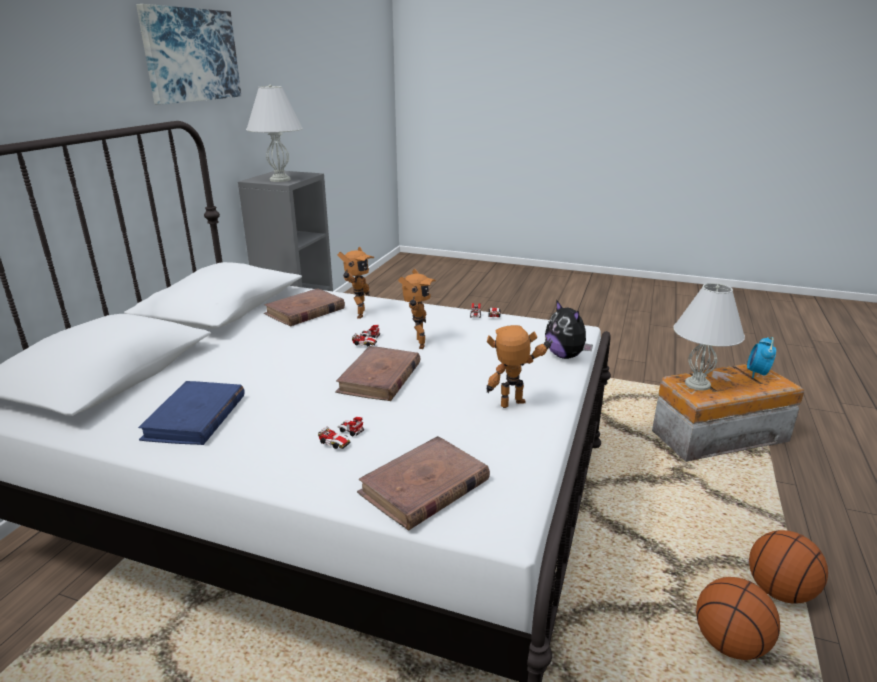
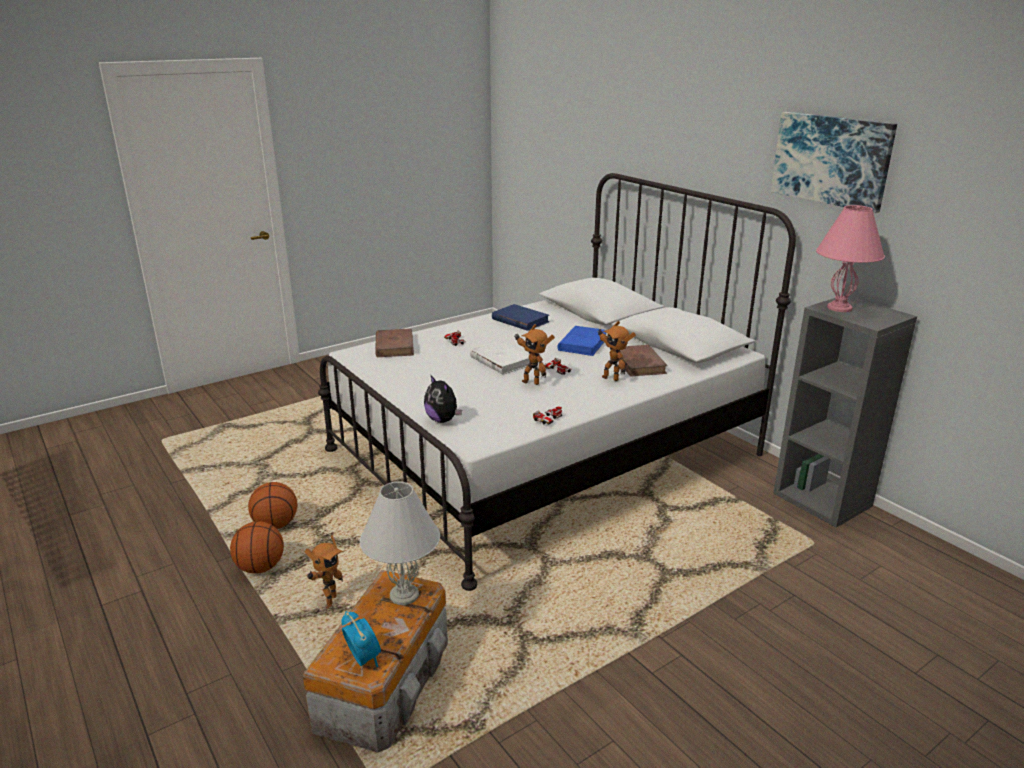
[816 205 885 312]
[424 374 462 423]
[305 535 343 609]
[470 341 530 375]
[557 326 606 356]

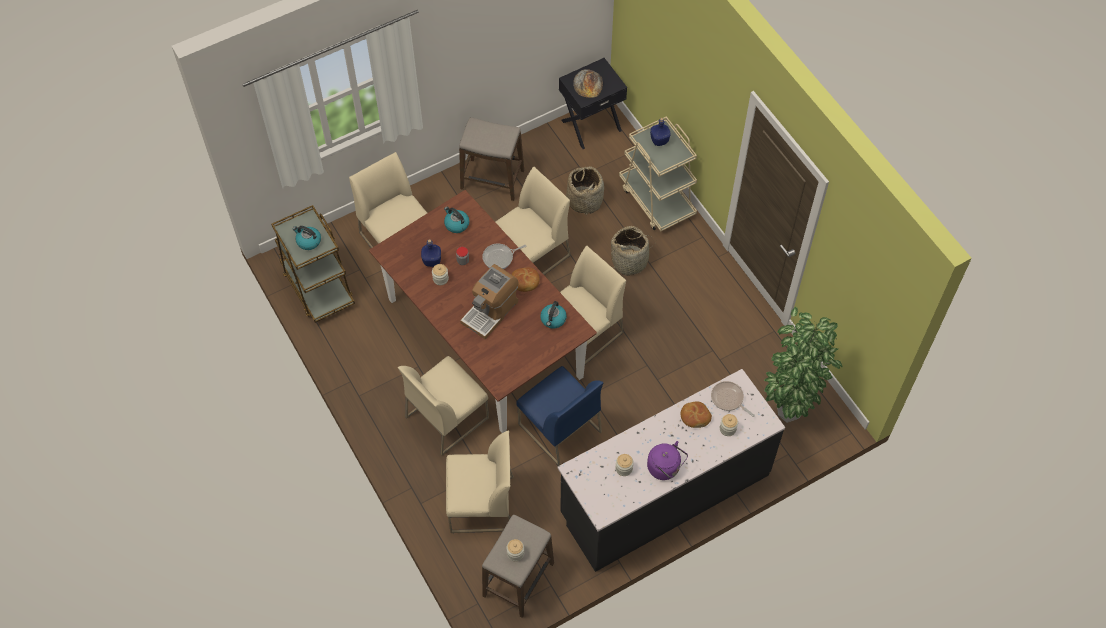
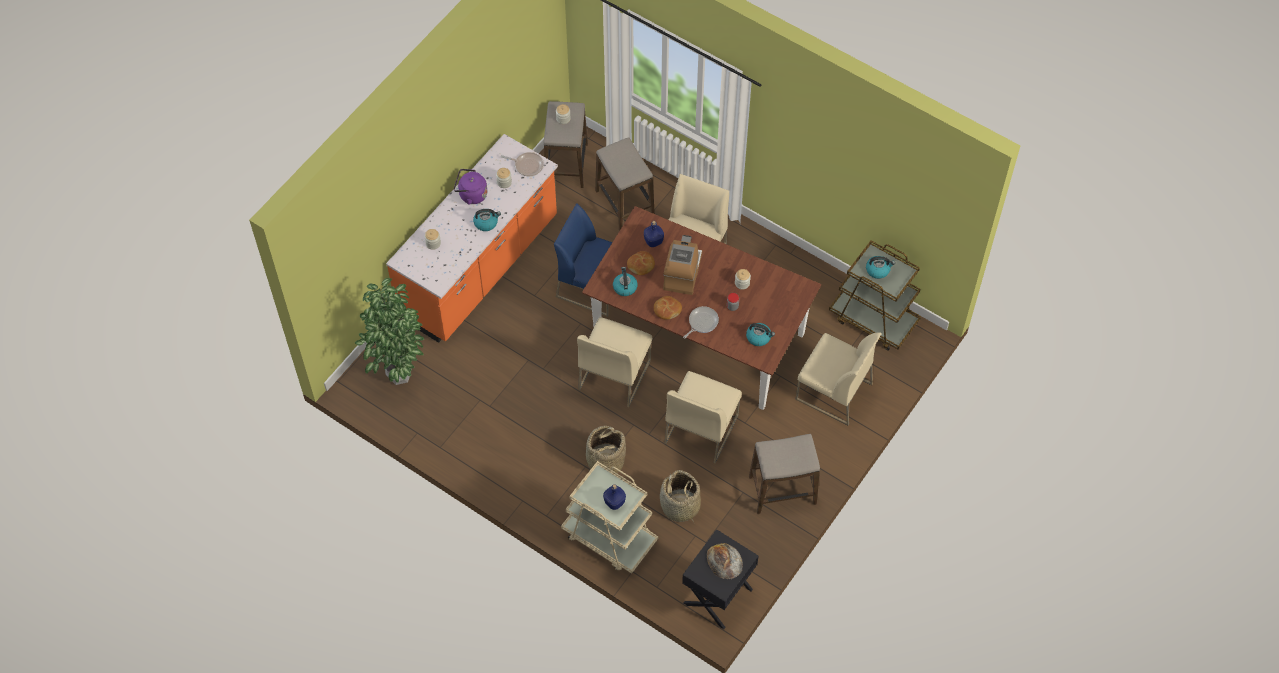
[644 221 664 247]
[386 134 558 343]
[501 152 544 176]
[627 251 655 275]
[595 137 655 230]
[473 209 501 231]

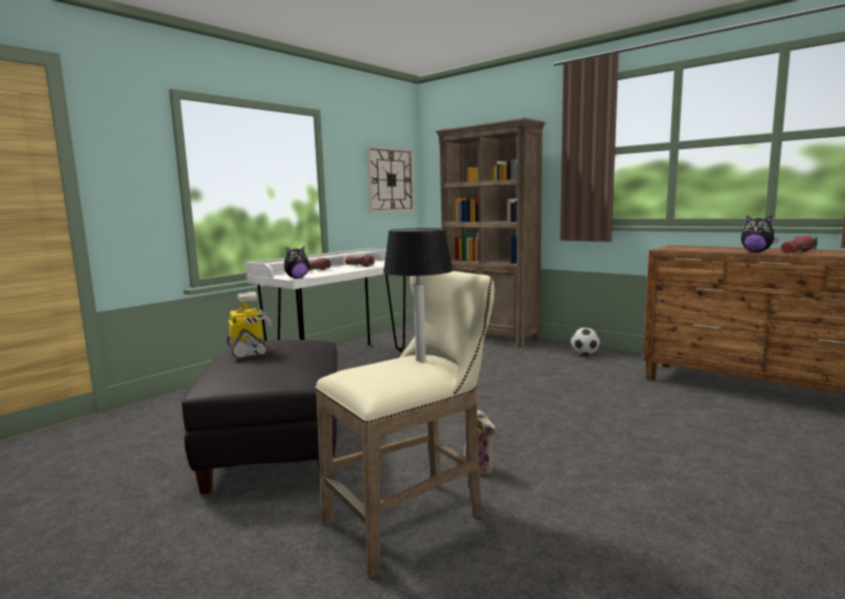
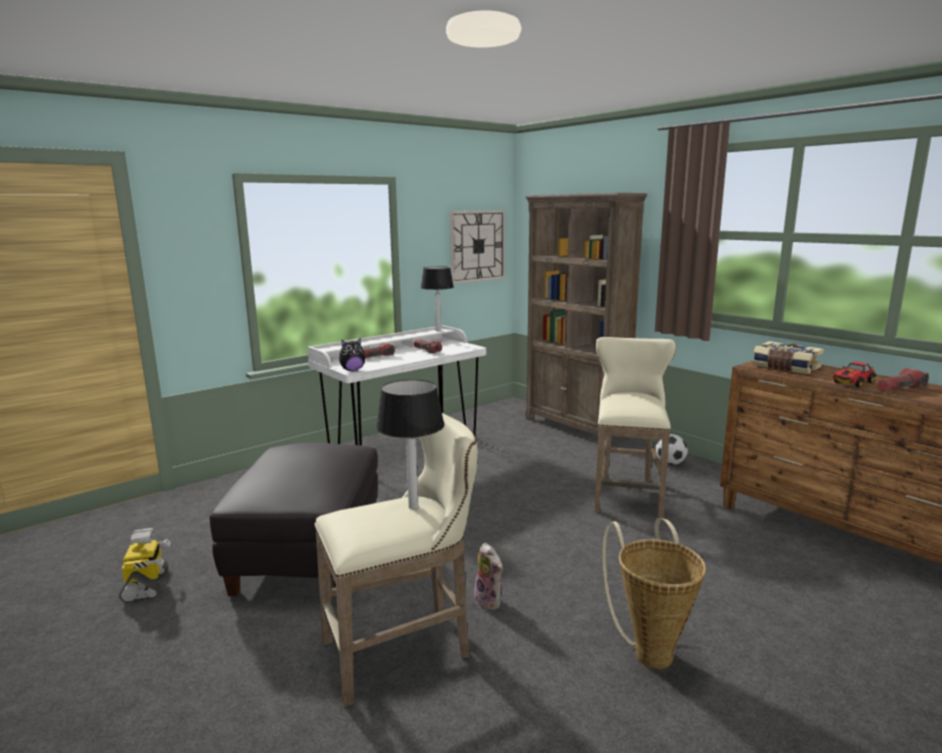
[833 362 877 388]
[119 528 171 603]
[421 266 454 331]
[595 337 676 518]
[753 341 824 374]
[602 518 706 669]

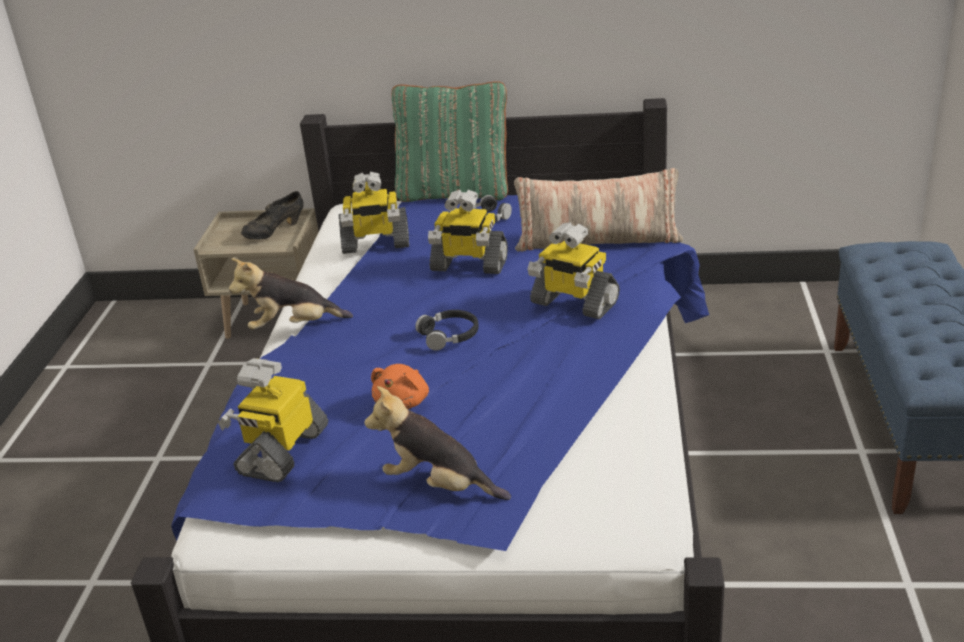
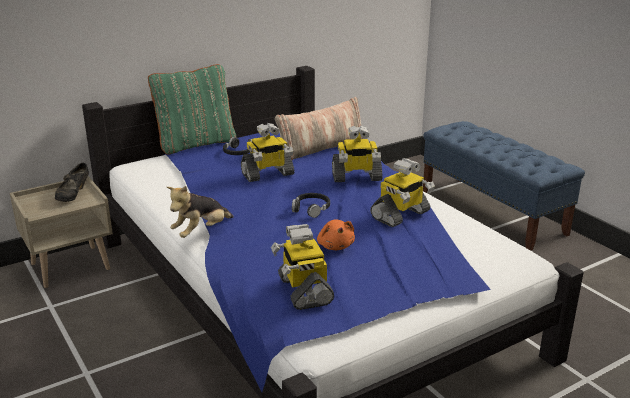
[370 158 435 227]
[364 386 511 500] (first image)

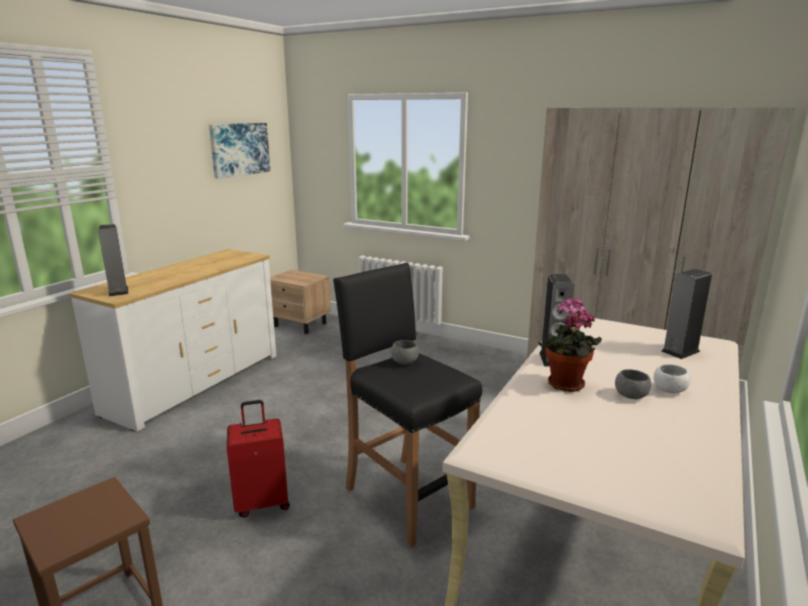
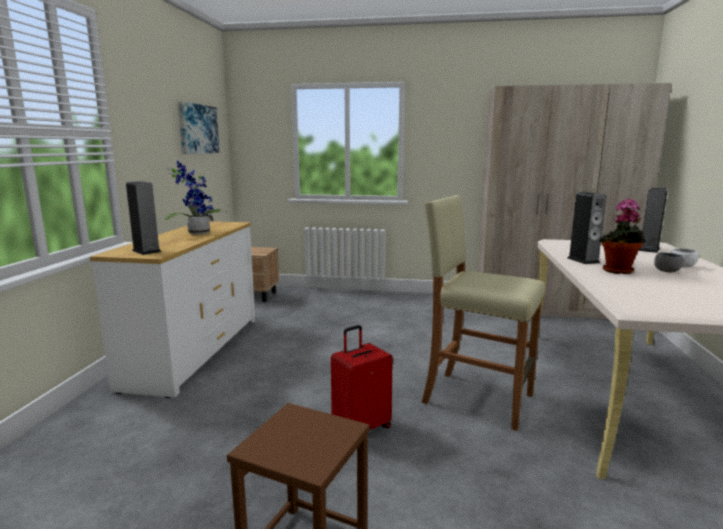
[421 195 545 431]
[391 340 419 364] (first image)
[165 161 226 235]

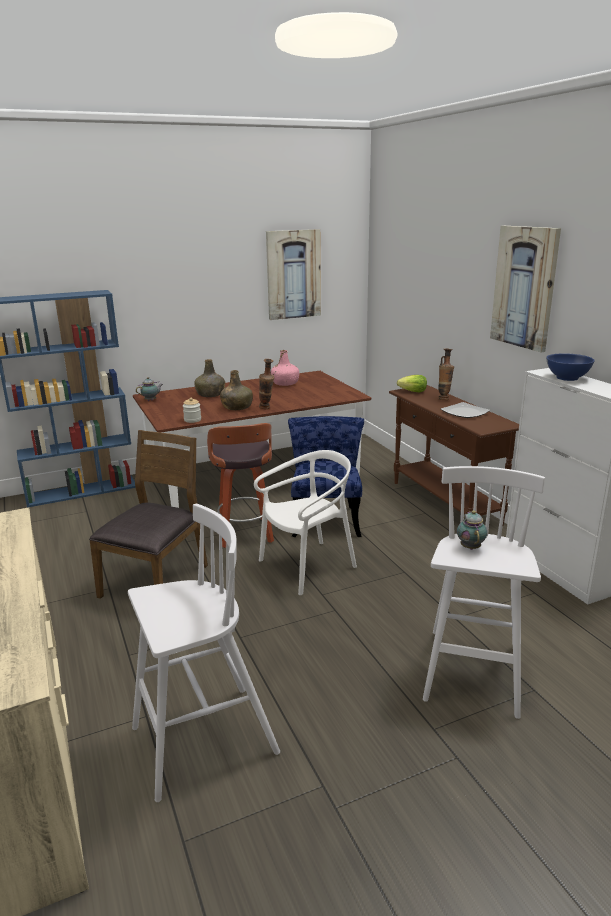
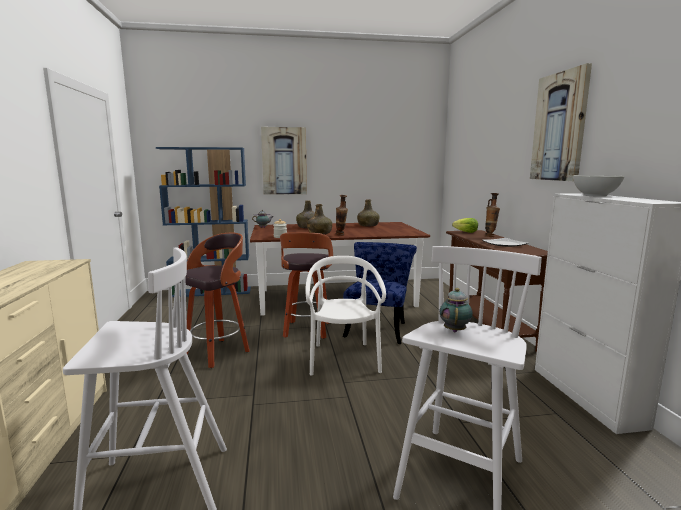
[261 127 307 195]
[357 199 379 226]
[573 175 625 197]
[180 233 250 368]
[306 256 386 376]

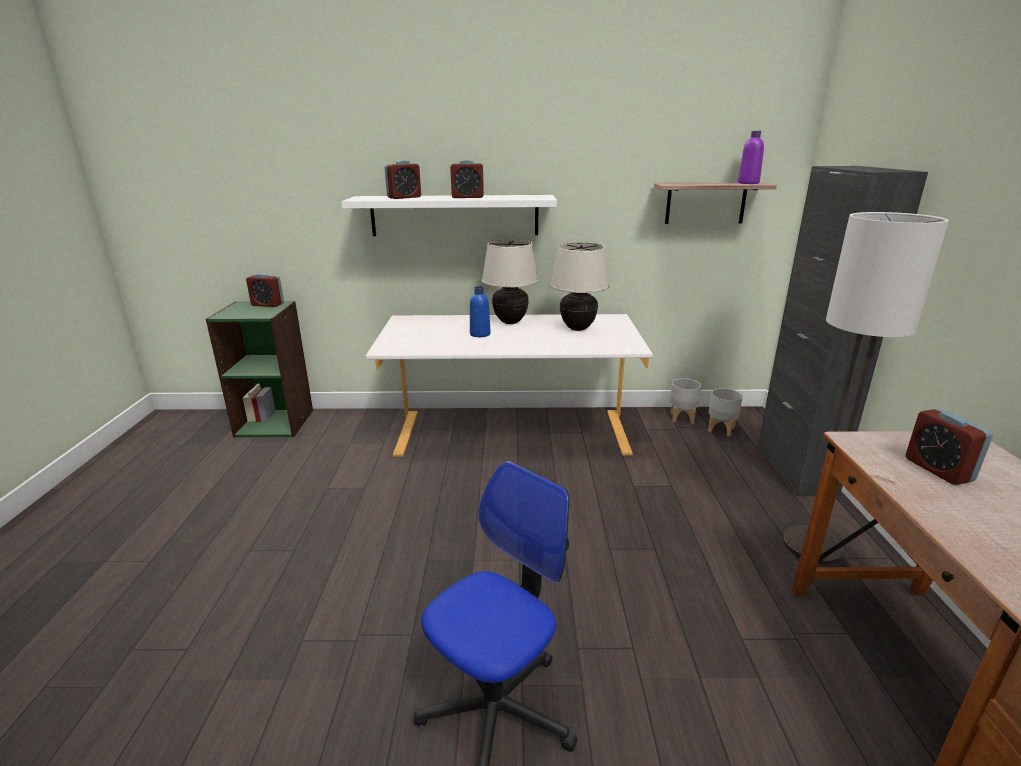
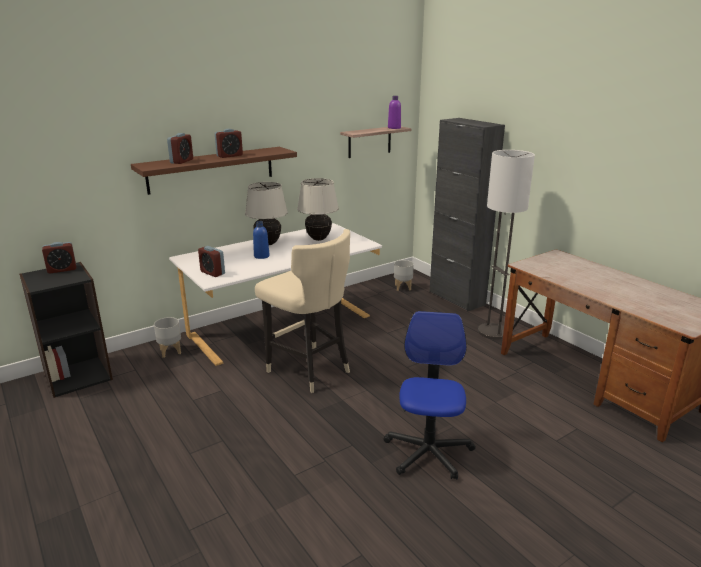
[131 147 297 195]
[19 262 113 398]
[154 317 181 358]
[198 246 225 277]
[255 229 350 393]

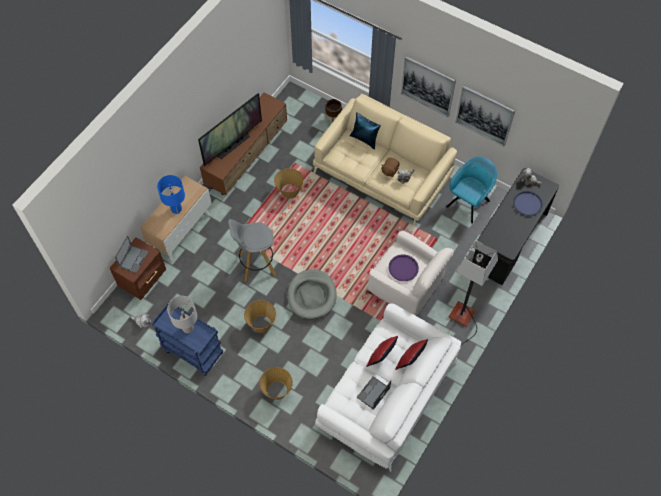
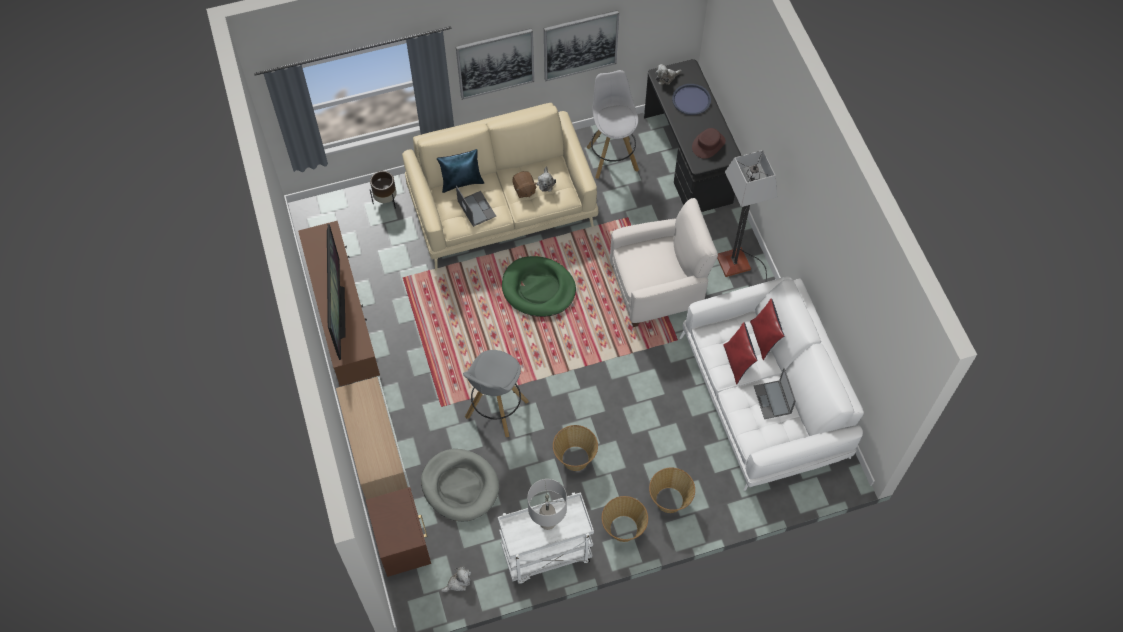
[587 70 639 179]
[602 496 648 542]
[157 175 185 214] (first image)
[456 186 496 227]
[388 254 419 281] (first image)
[421 449 499 521]
[498 492 594 584]
[692 128 726 159]
[502 256 576 317]

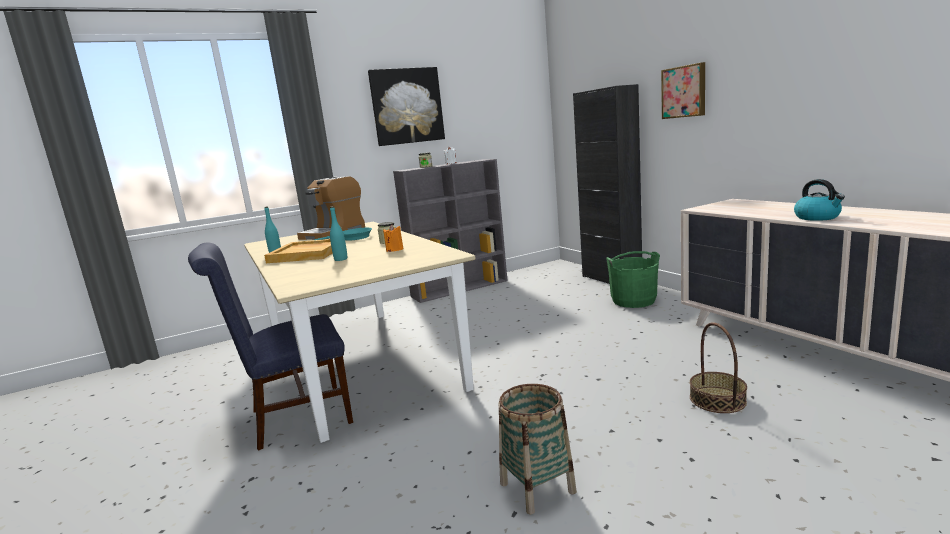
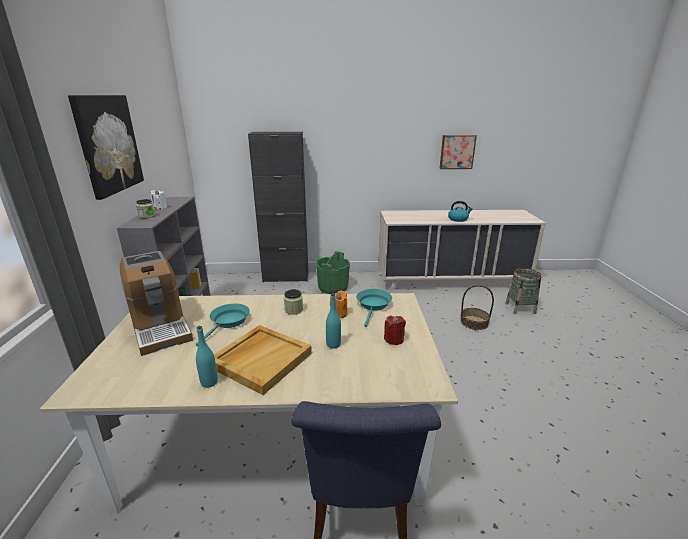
[439 135 477 169]
[505 268 541 314]
[356 289 392 327]
[384 316 406 345]

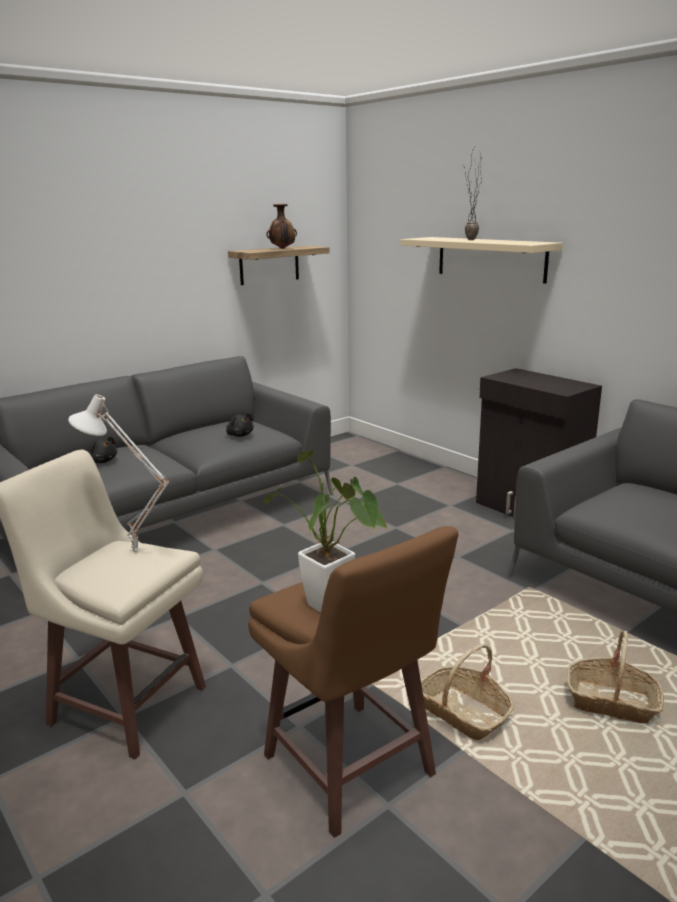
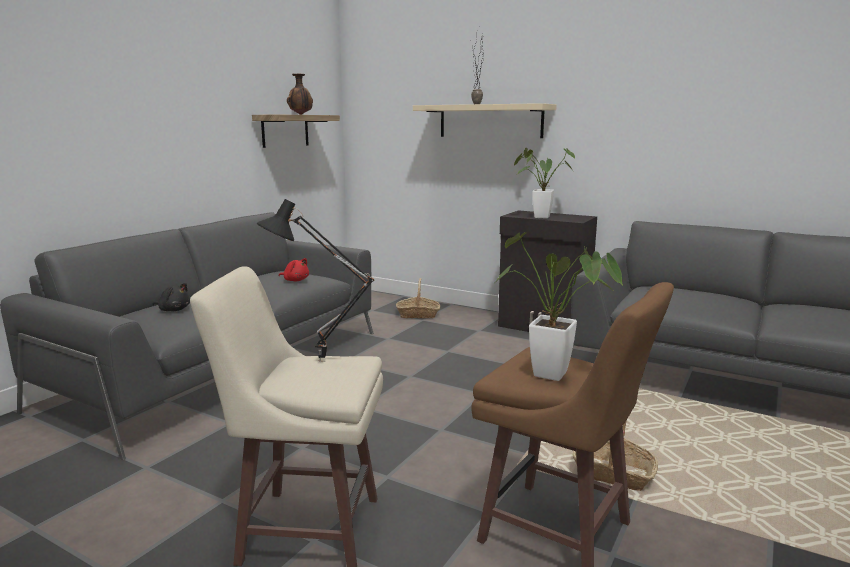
[257 199 374 362]
[279 258 309 281]
[396 278 440 318]
[513 148 575 219]

